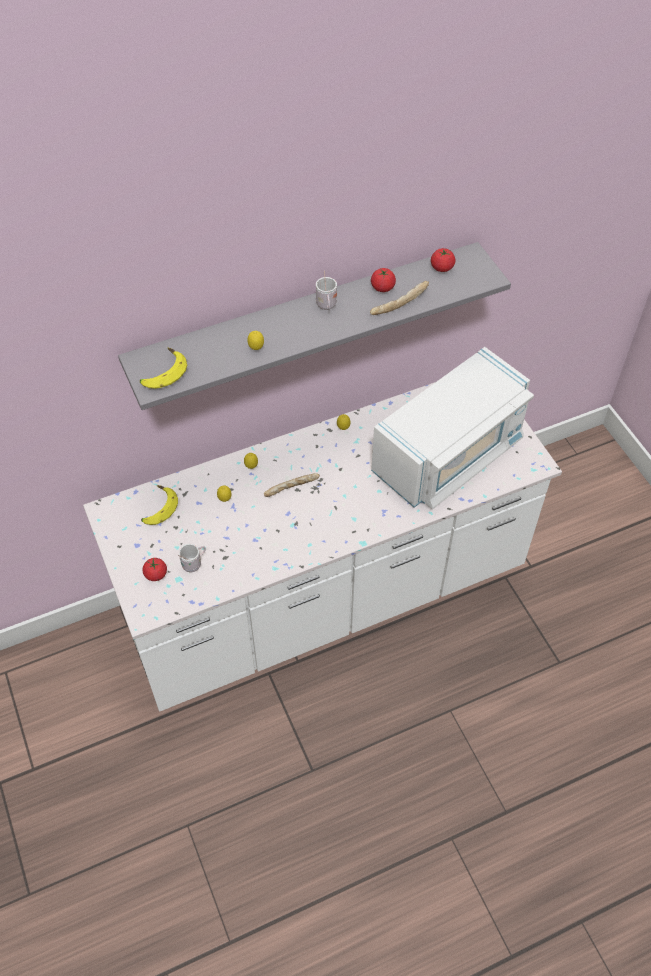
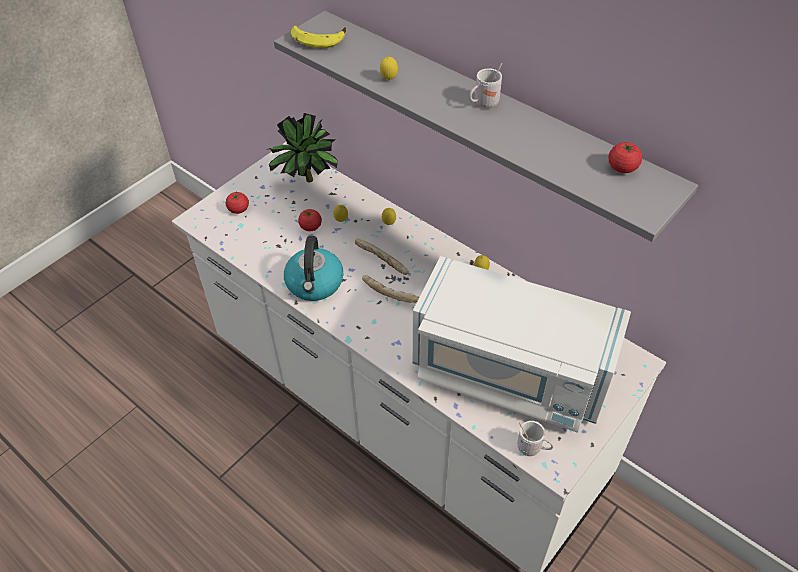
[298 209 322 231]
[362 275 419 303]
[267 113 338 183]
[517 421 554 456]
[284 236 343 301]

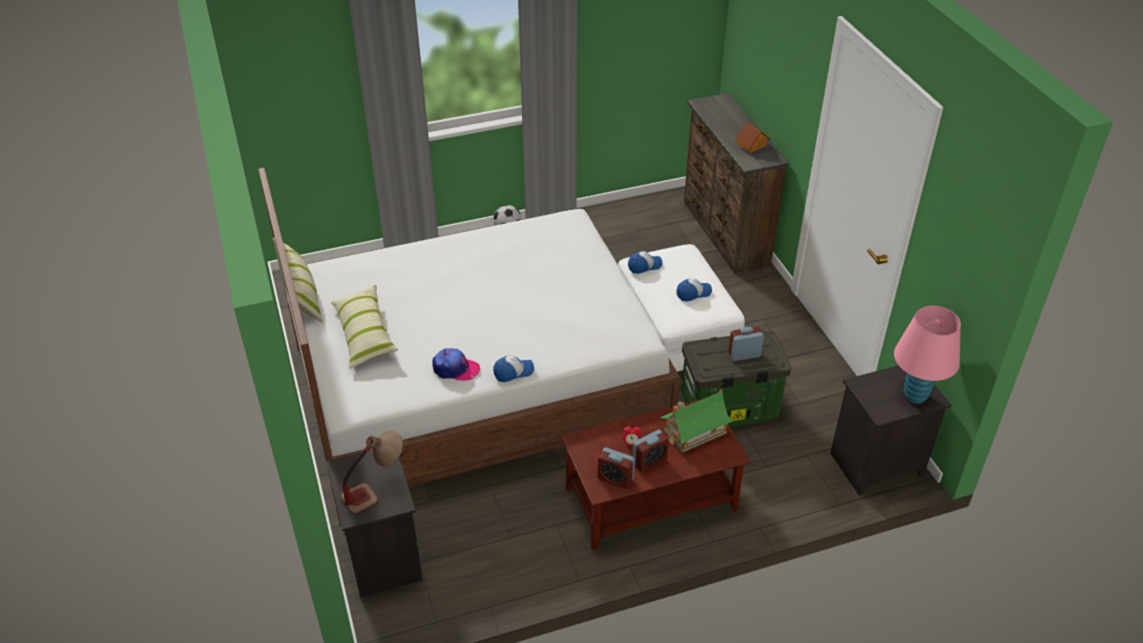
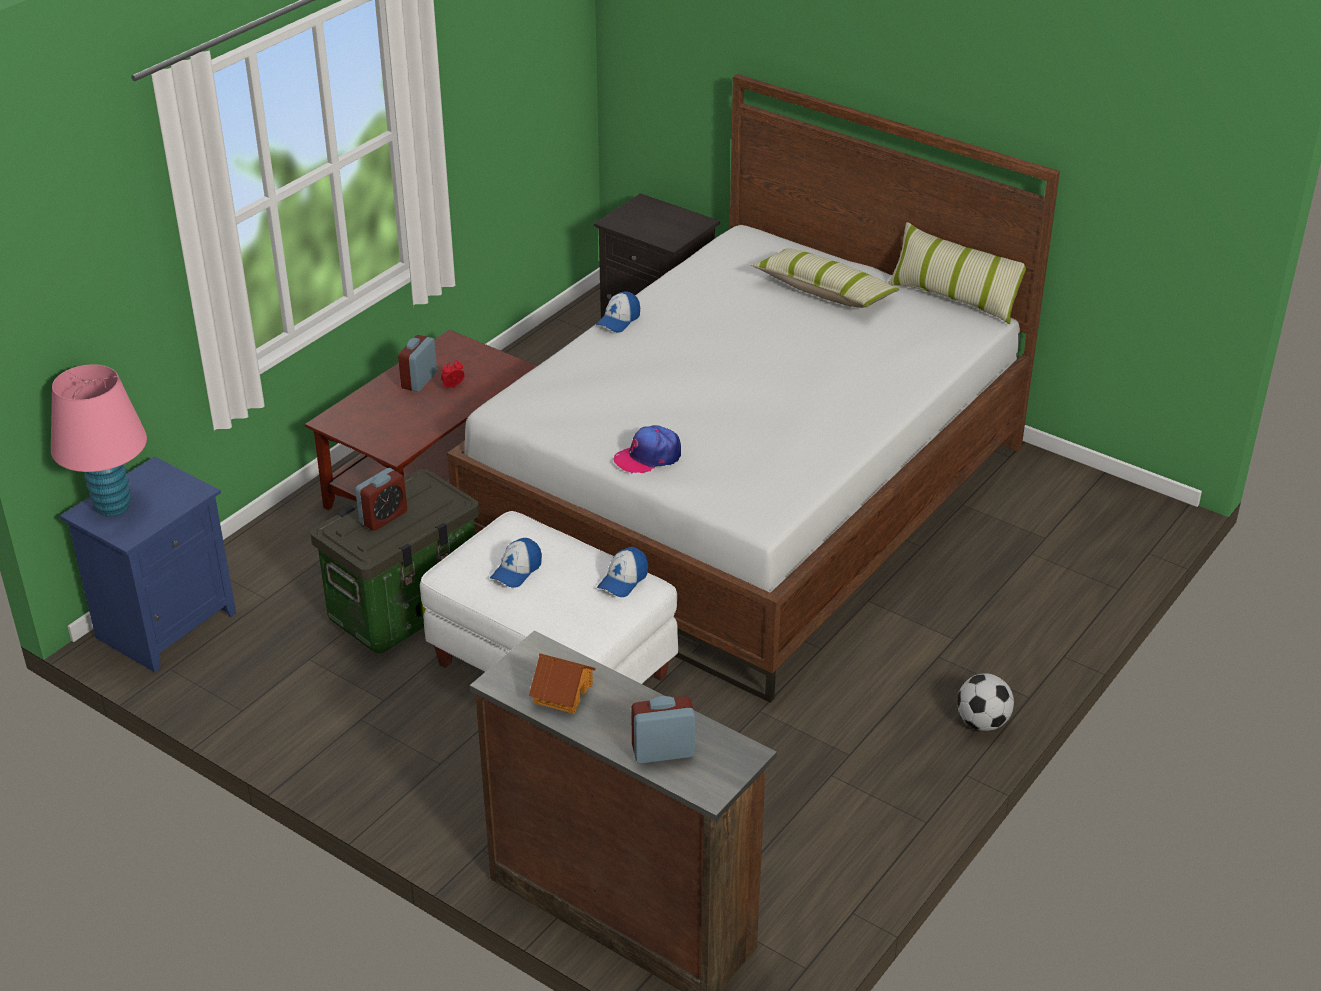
[613 425 681 474]
[60 457 236 672]
[660 388 733 453] (first image)
[341 431 403 514] (first image)
[631 696 695 763]

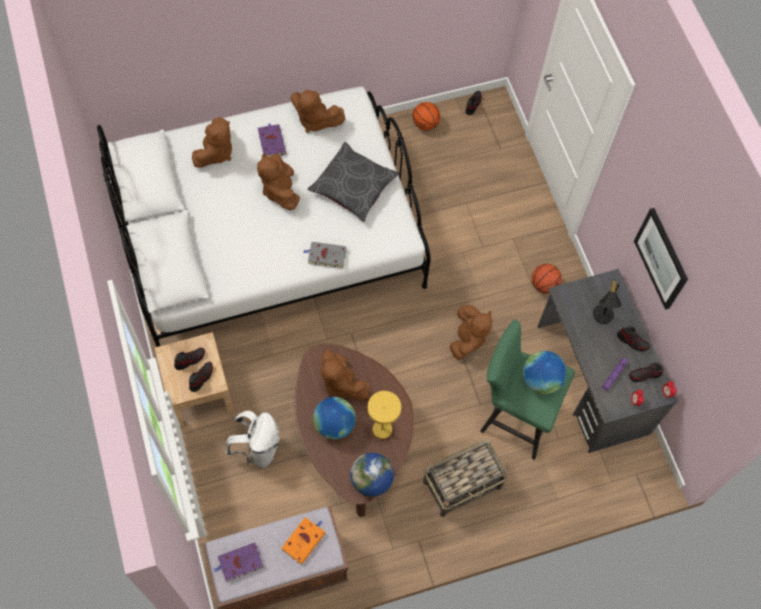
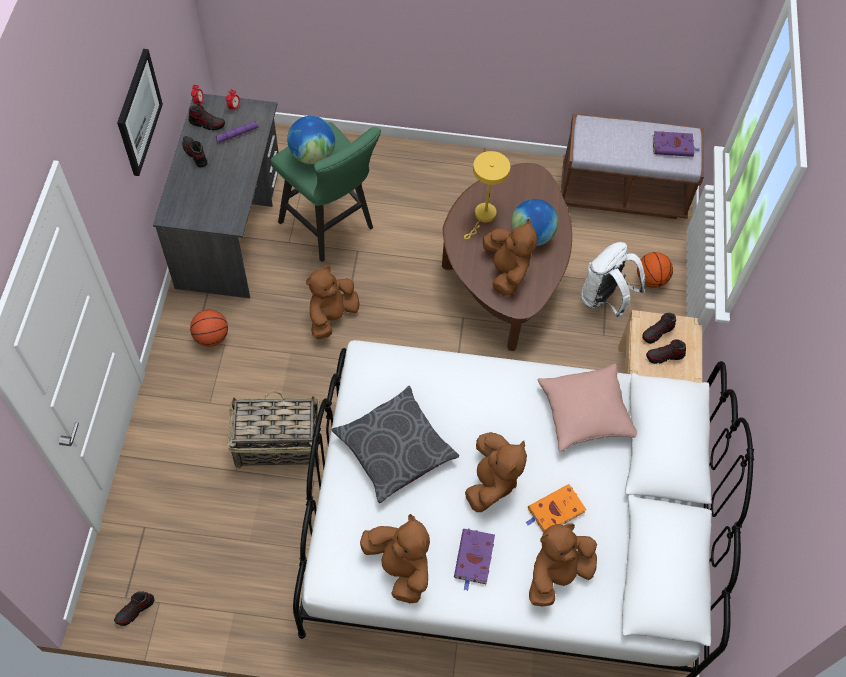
[637 252 673 288]
[303 242 346 268] (first image)
[593 281 622 324] (first image)
[227 391 319 469]
[350 453 394 497] (first image)
[525 484 586 533]
[538 364 637 452]

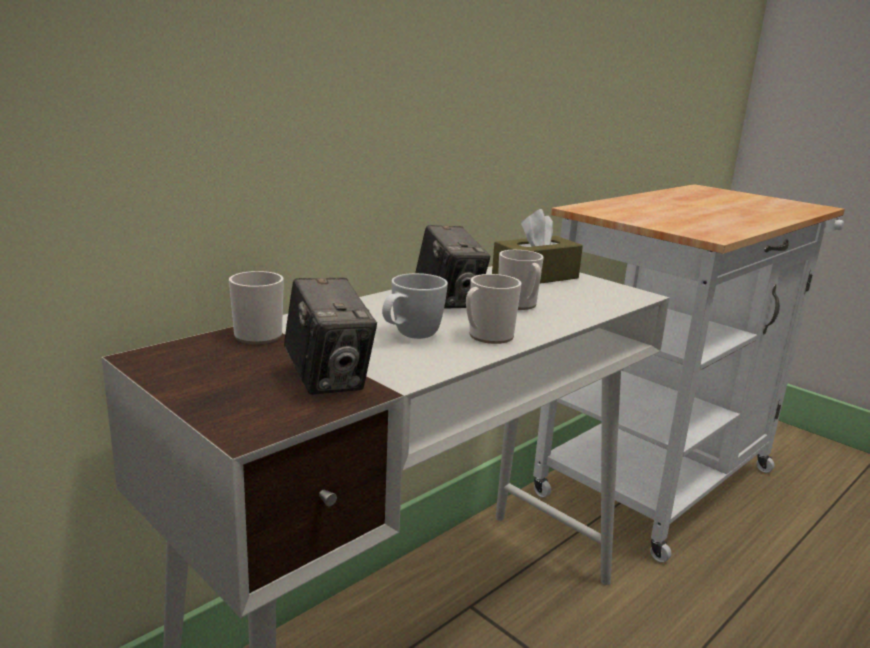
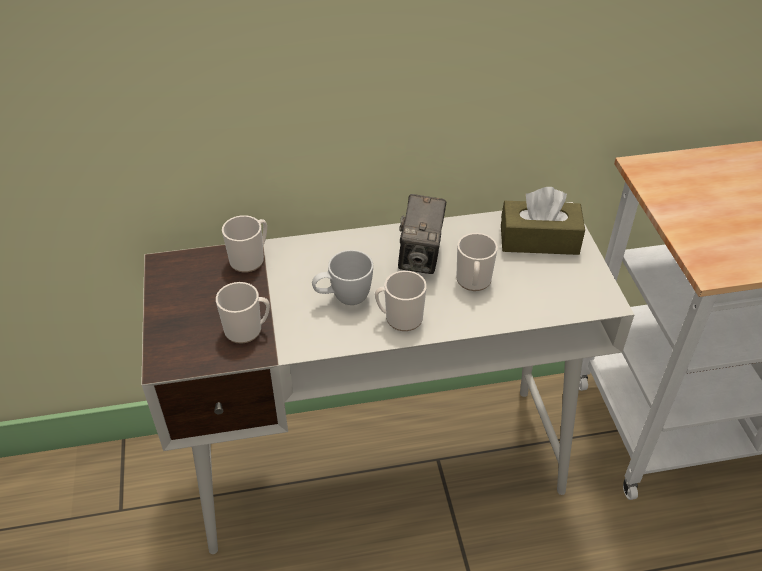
[216 282 270 344]

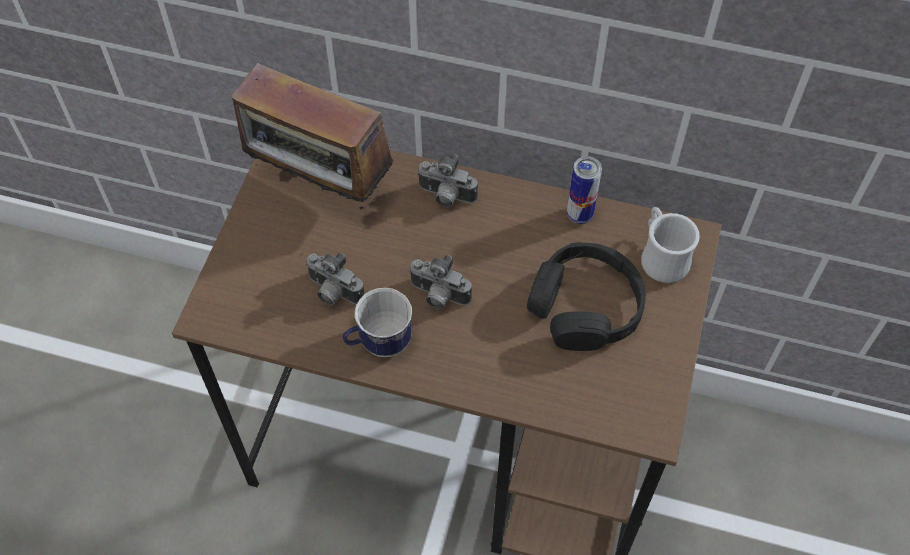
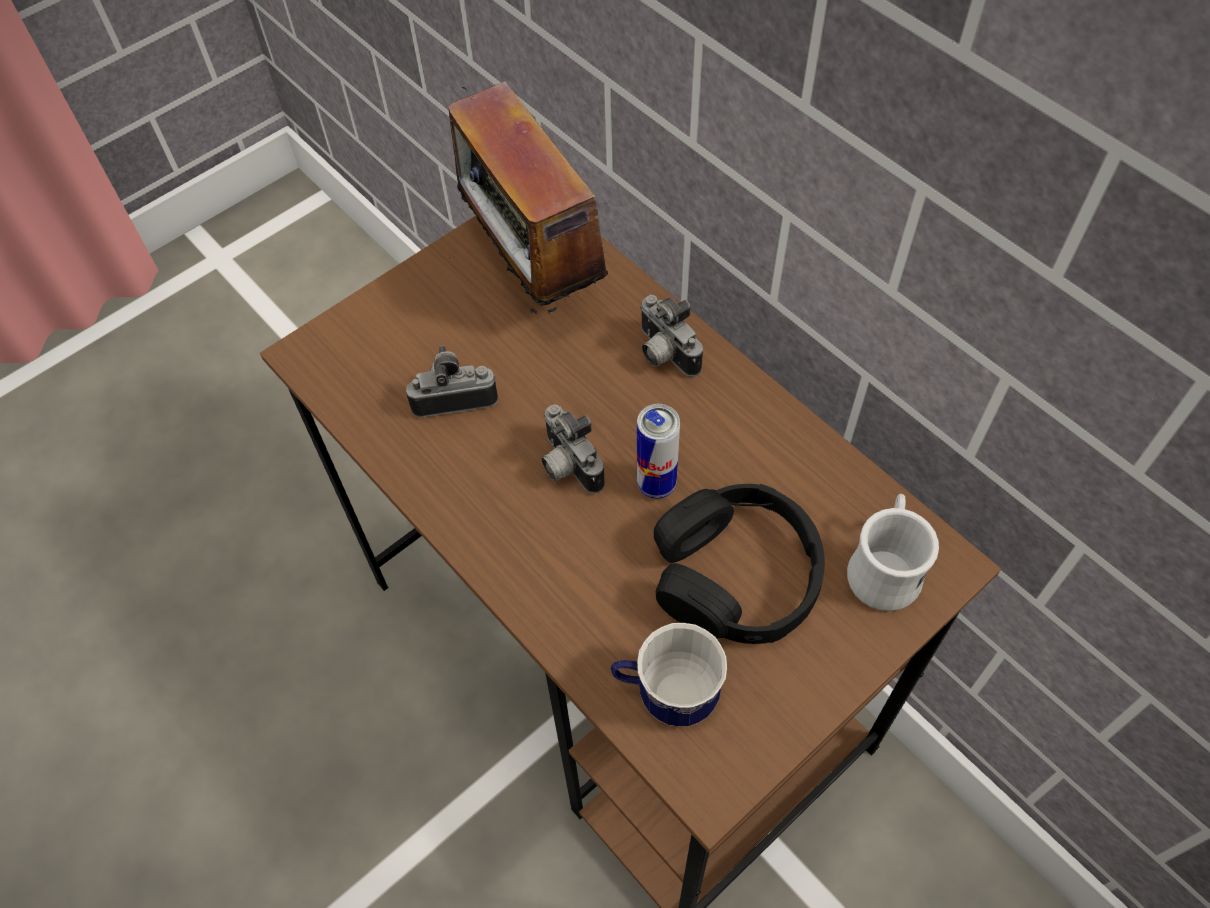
[637 404 680 499]
[406 345 498 417]
[611 623 727 727]

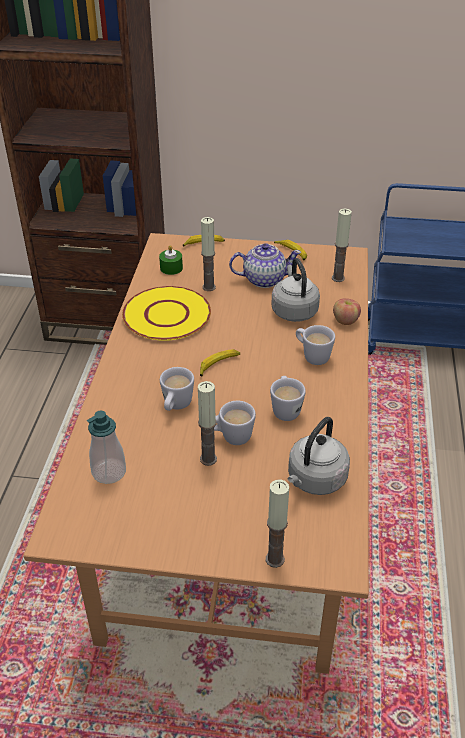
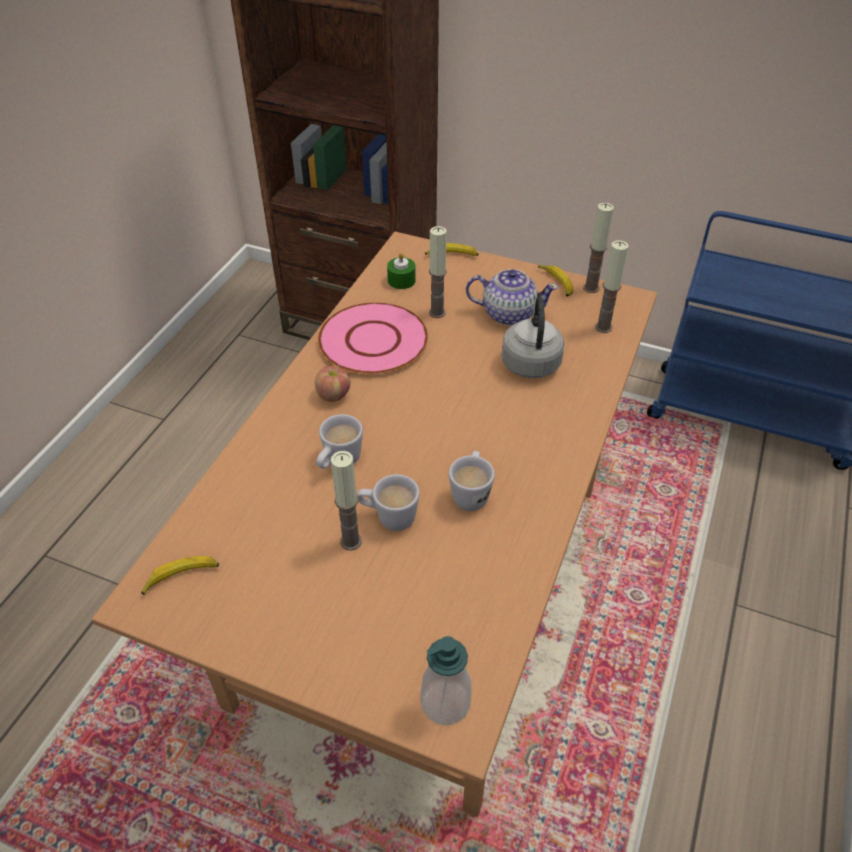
[318 302 428 374]
[315 366 351 402]
[296 325 335 365] (first image)
[141 556 219 595]
[420 636 472 725]
[288 417 350 495] (first image)
[583 203 614 293]

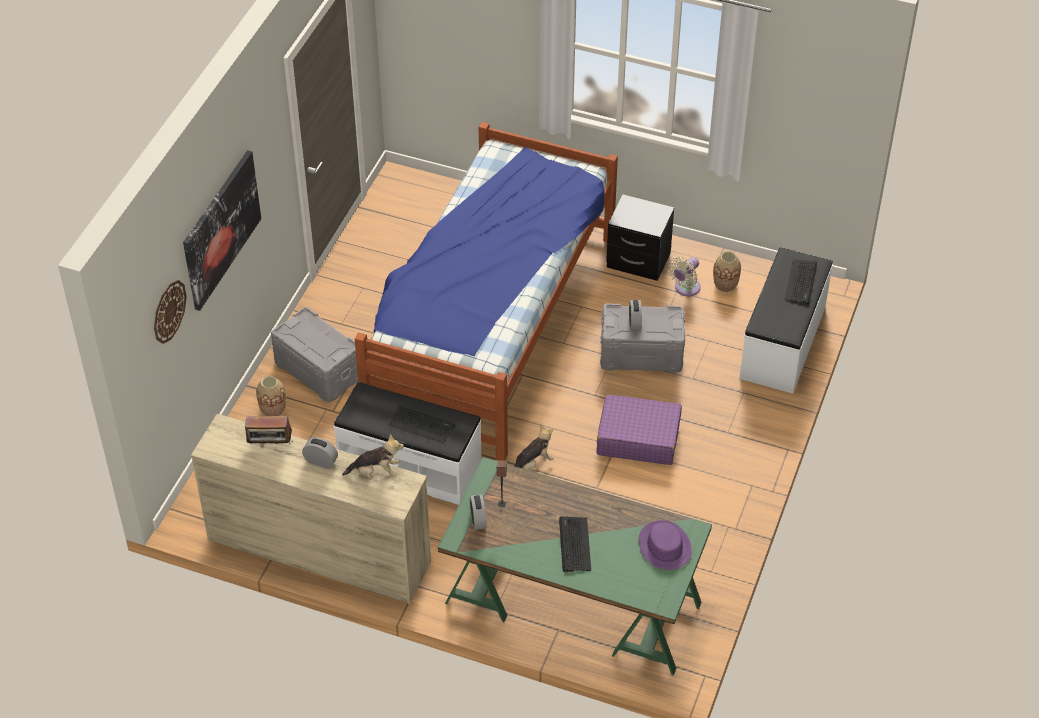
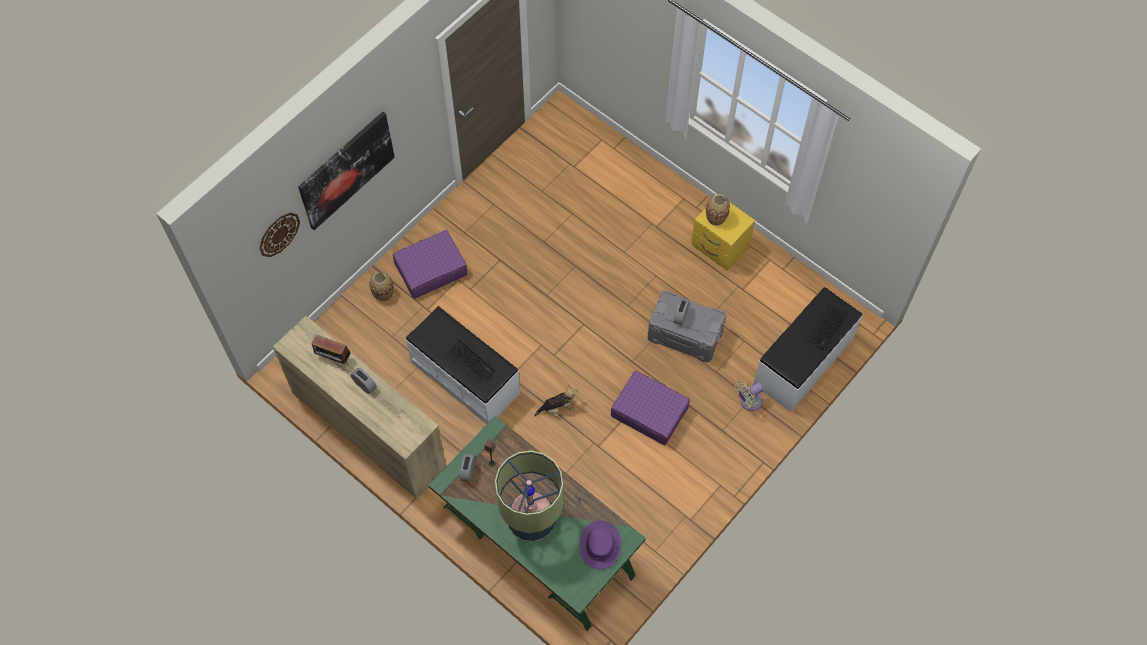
[355 122 618 461] (first image)
[691 202 755 271]
[706 194 730 226]
[736 380 764 411]
[393 230 467 299]
[342 434 404 479] (first image)
[495 451 563 542]

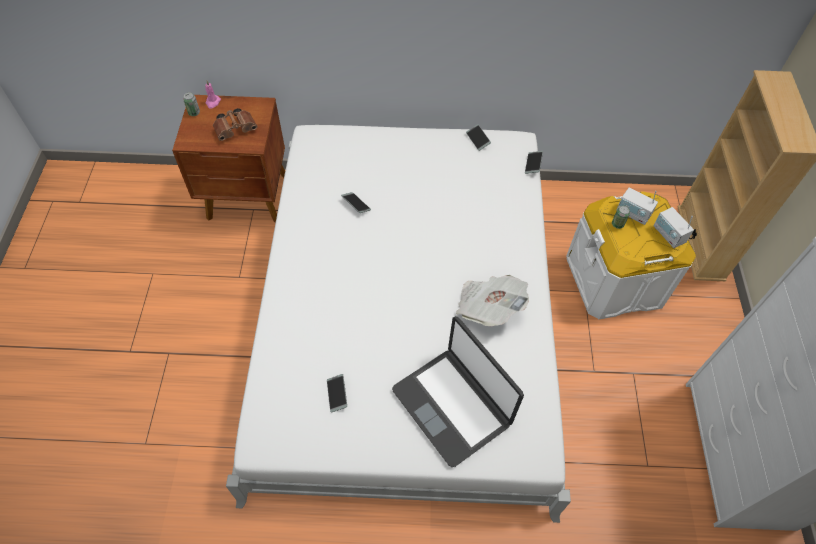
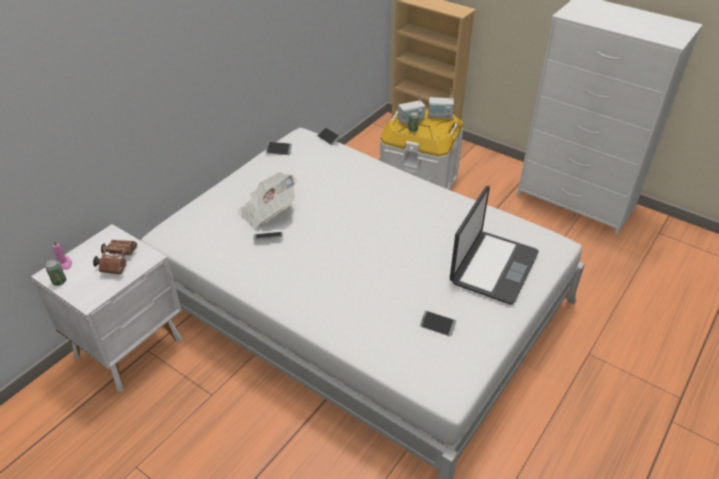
[31 224 182 392]
[238 172 297 227]
[450 186 539 304]

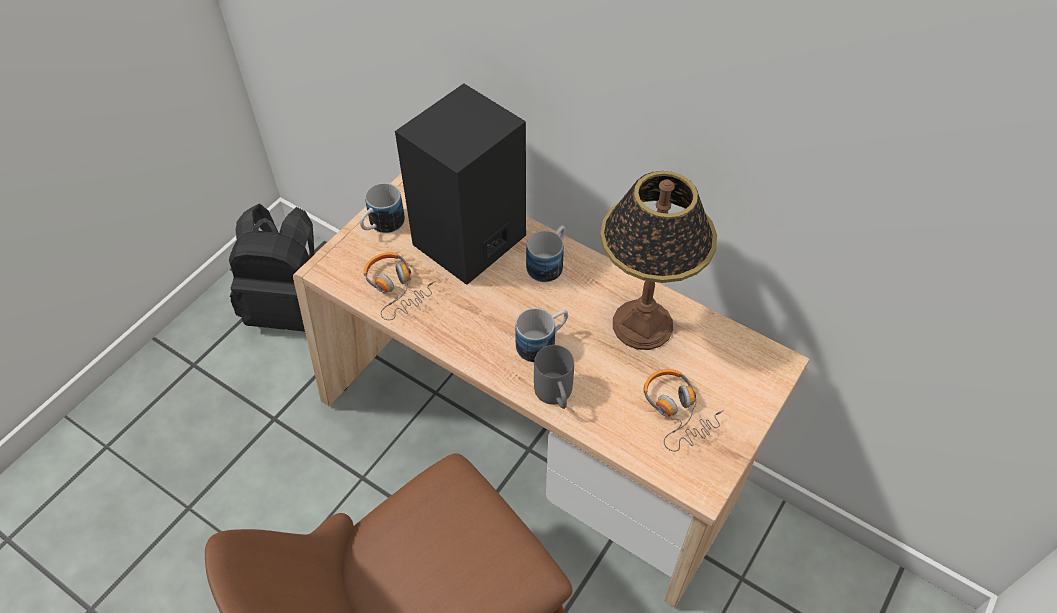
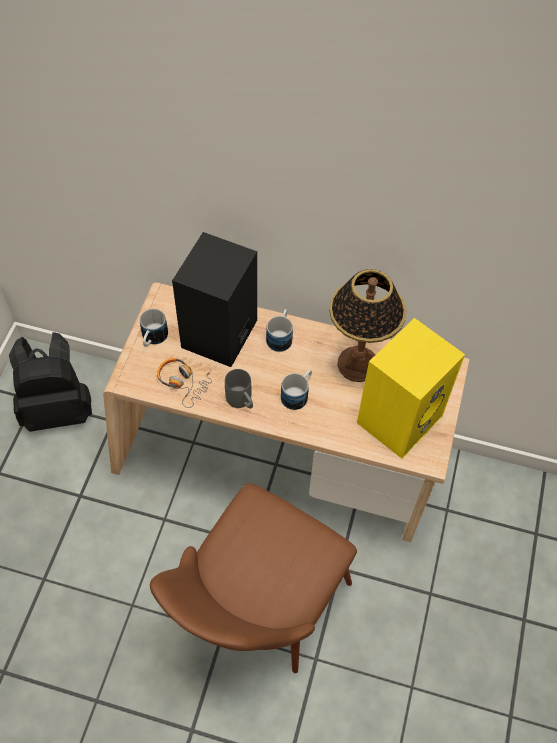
[225 369 253 409]
[357 318 465 459]

